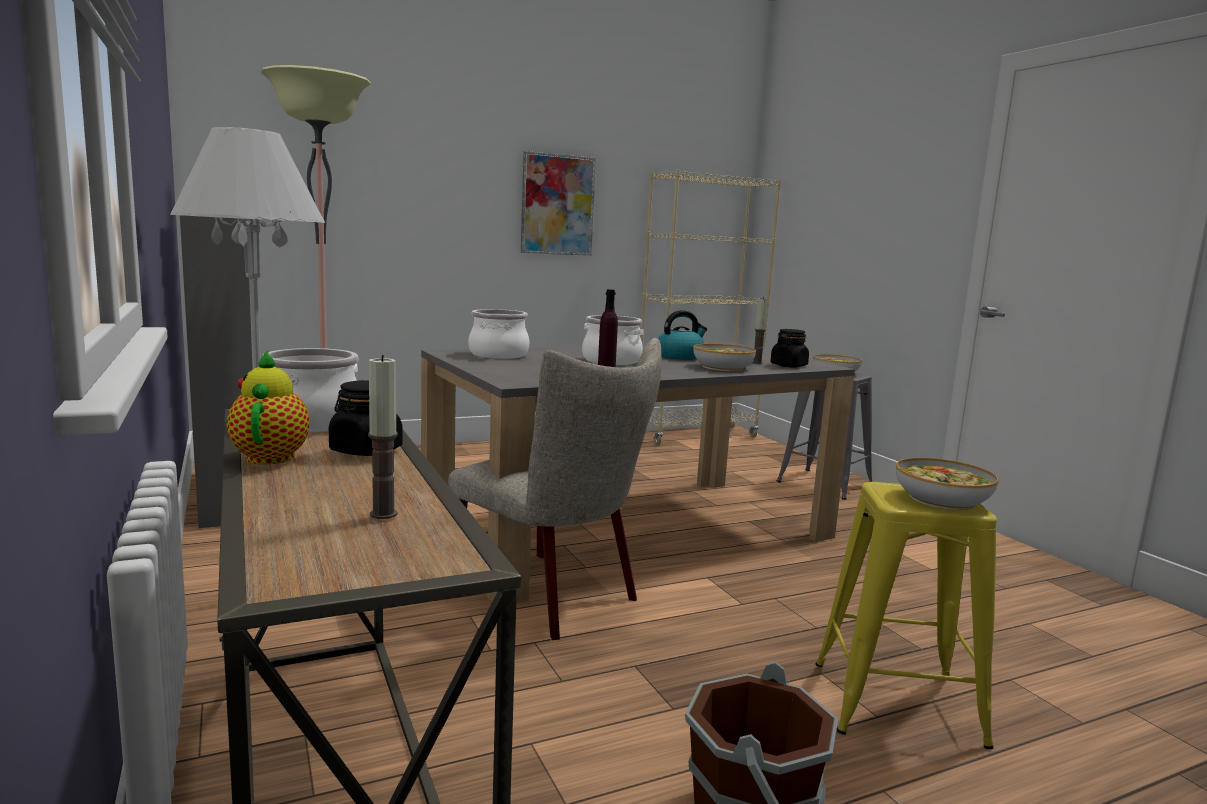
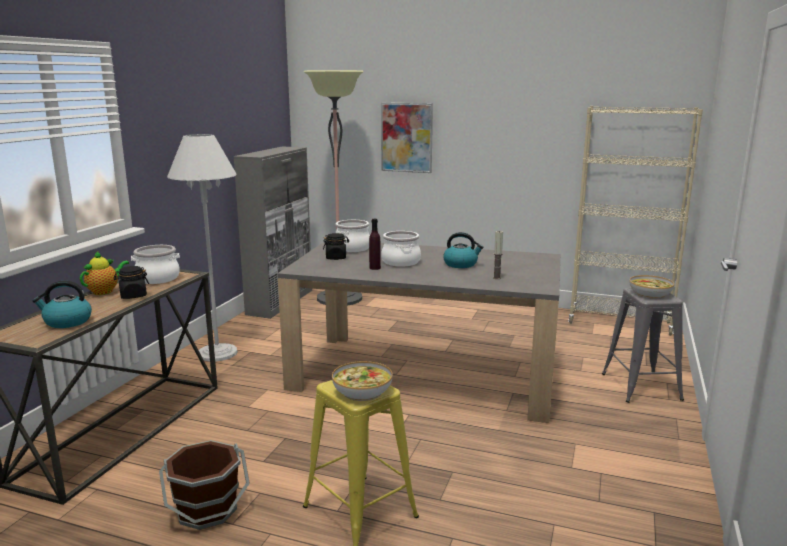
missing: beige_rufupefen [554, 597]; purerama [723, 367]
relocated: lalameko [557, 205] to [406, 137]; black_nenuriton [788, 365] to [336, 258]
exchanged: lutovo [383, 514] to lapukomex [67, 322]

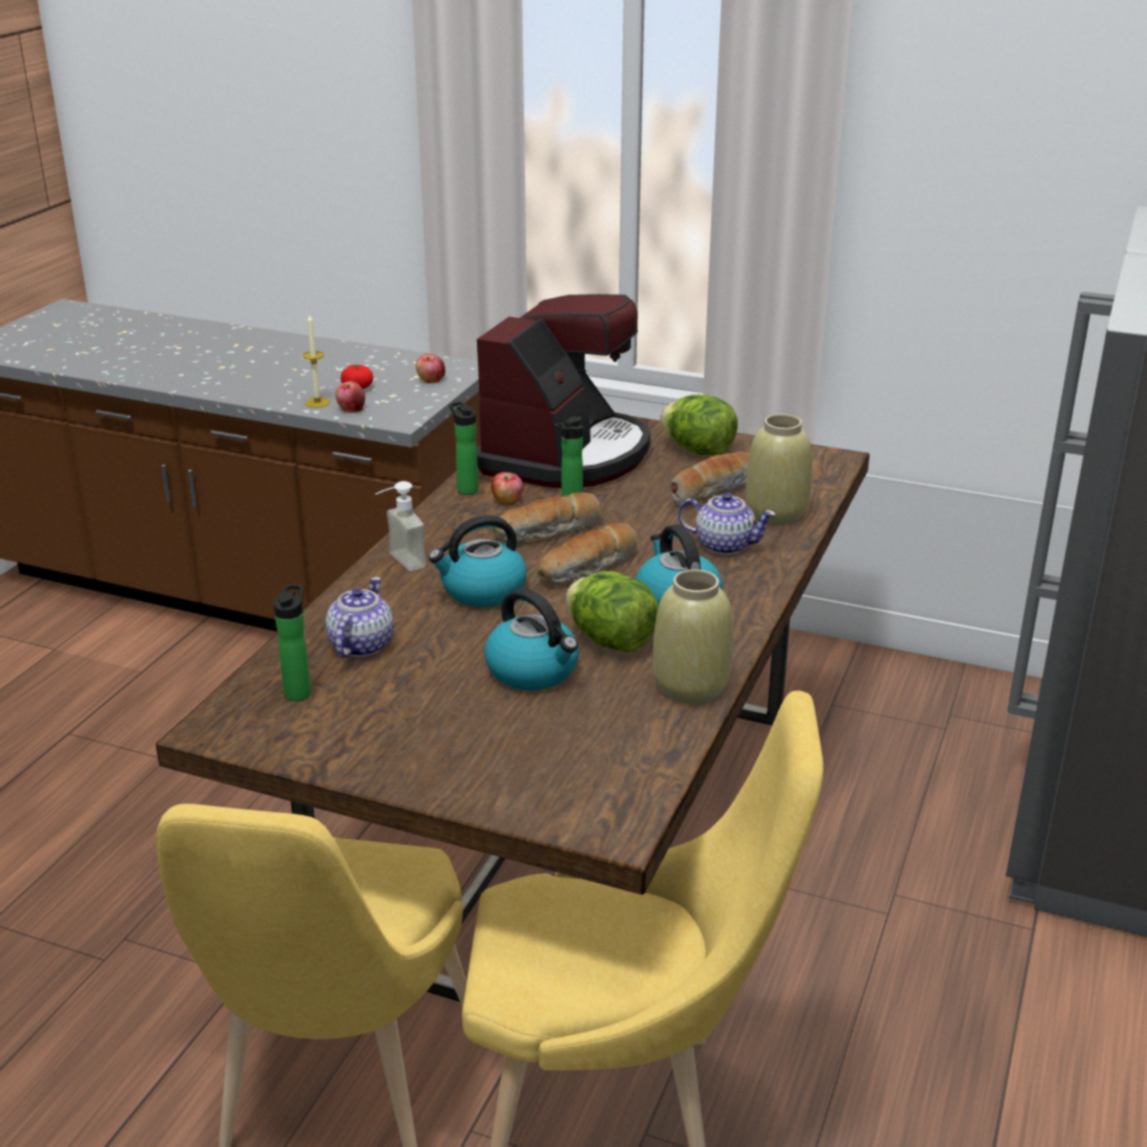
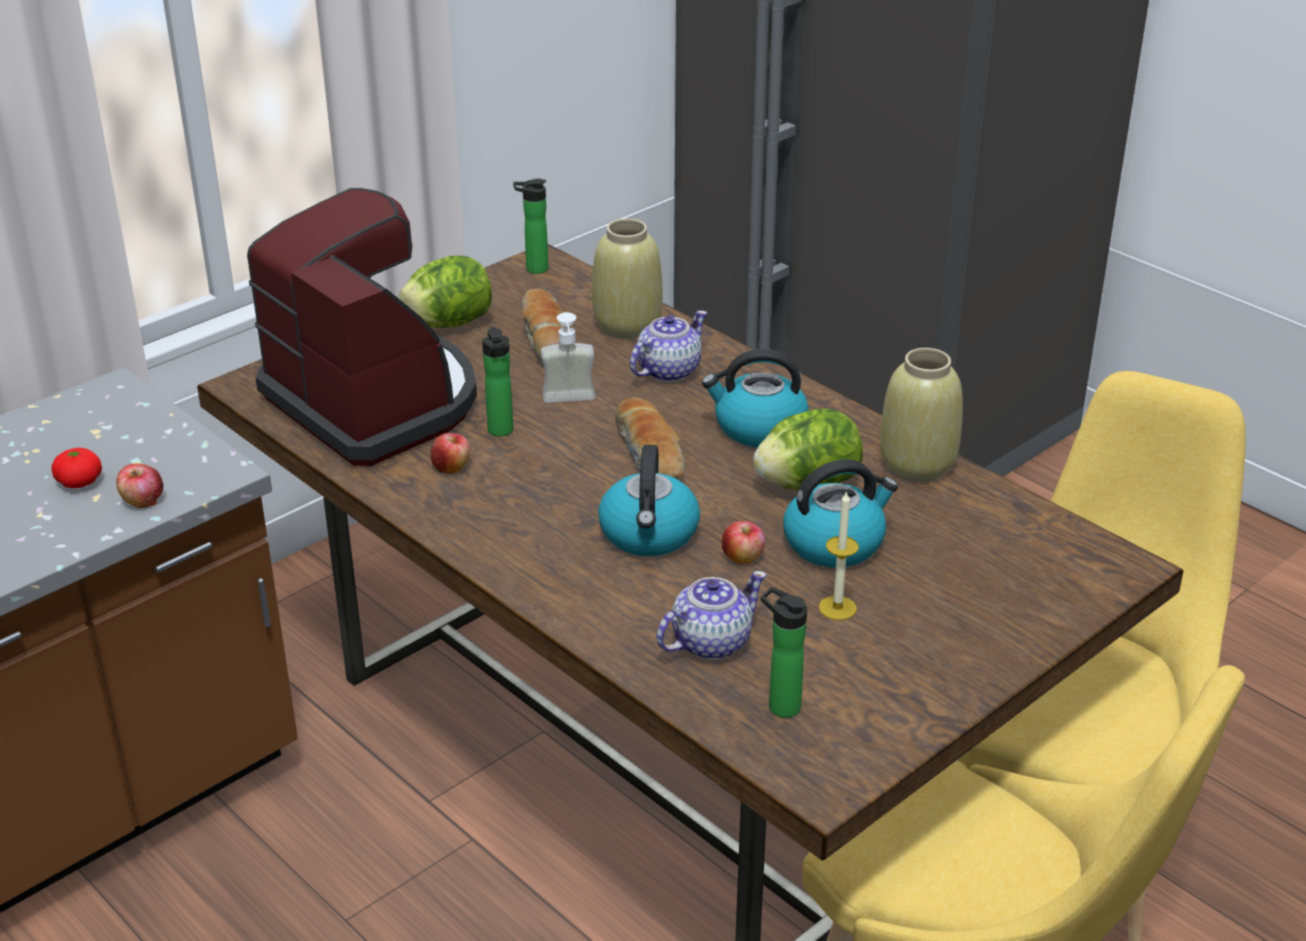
missing: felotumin [548, 532]
relocated: lutovo [317, 402] to [837, 608]; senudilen [398, 563] to [569, 402]; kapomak [431, 380] to [743, 557]; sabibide [465, 489] to [533, 269]
spun: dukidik [360, 645] = [709, 642] 105 degrees clockwise

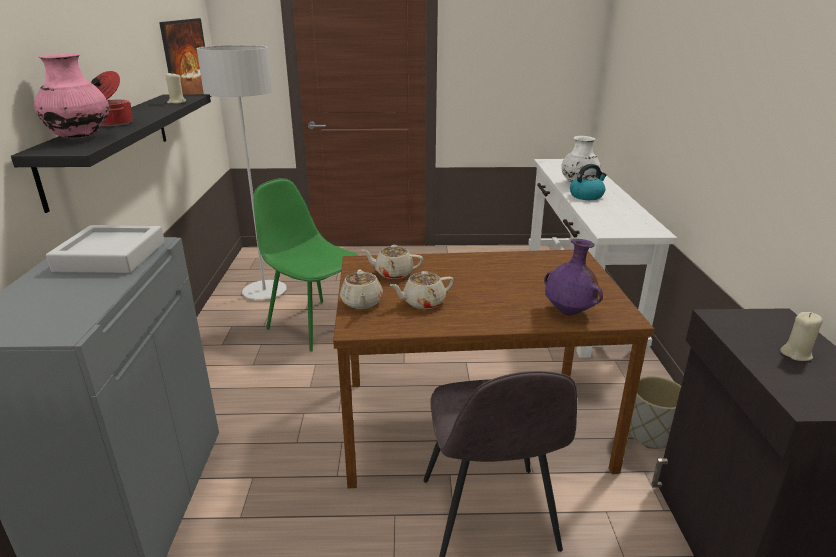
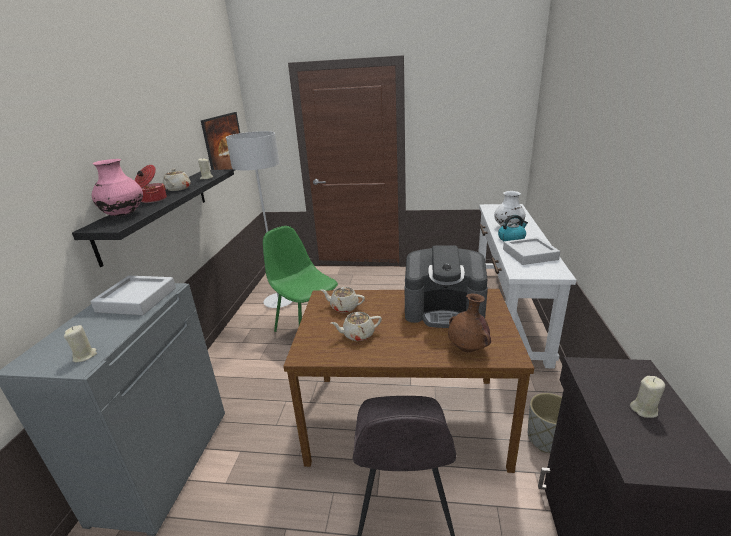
appeared: beige_lutovo [85, 356]; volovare [444, 310]; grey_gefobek [530, 254]
relocated: beige_dukidik [362, 303] to [178, 189]
colour: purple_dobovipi [569, 312] to brown_dobovipi [468, 349]

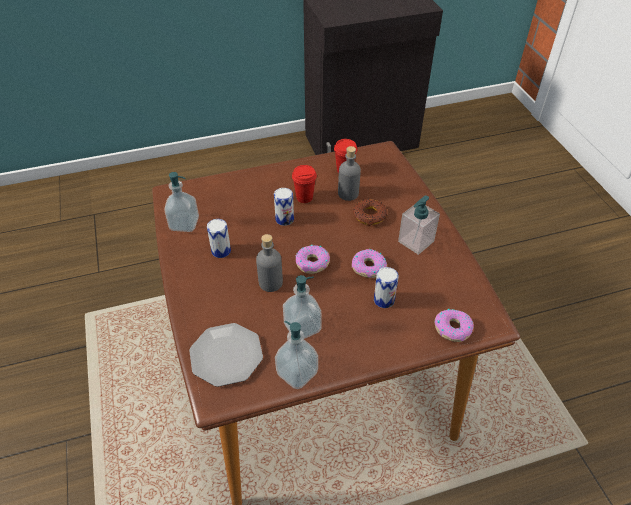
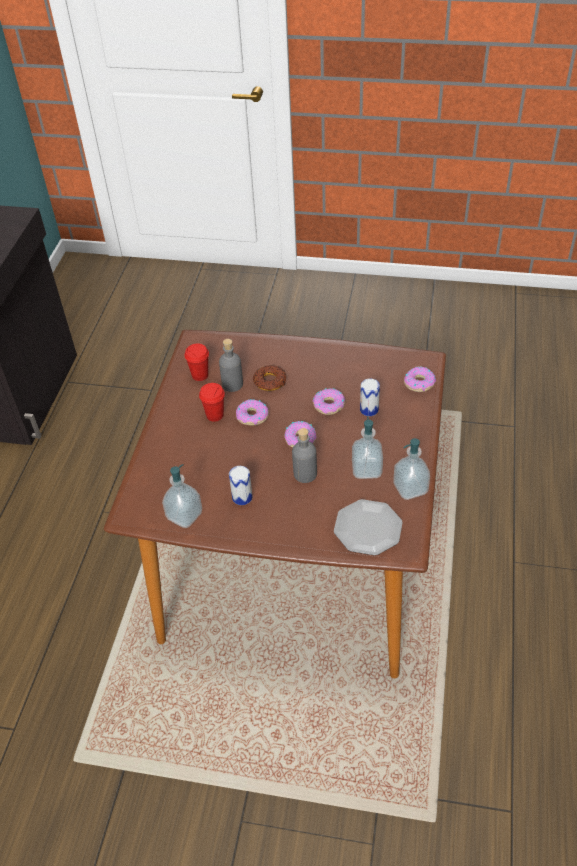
missing: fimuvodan [284, 219]; senudilen [415, 241]
appeared: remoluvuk [252, 416]

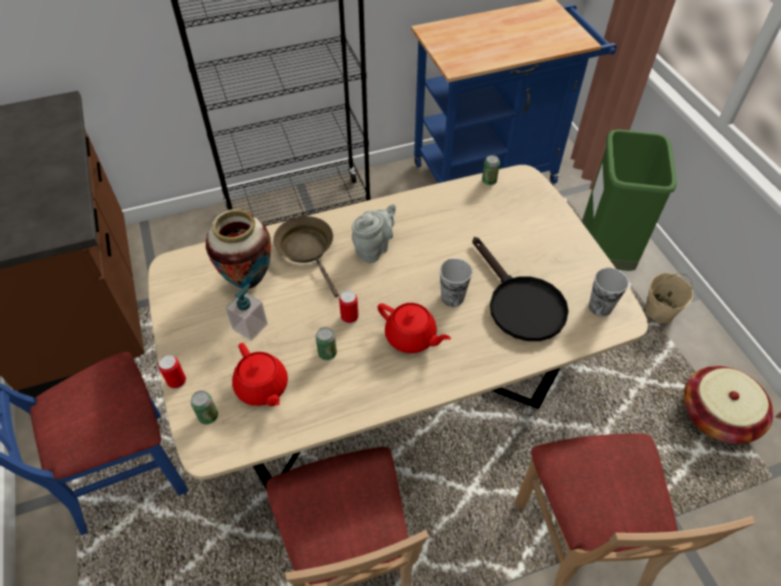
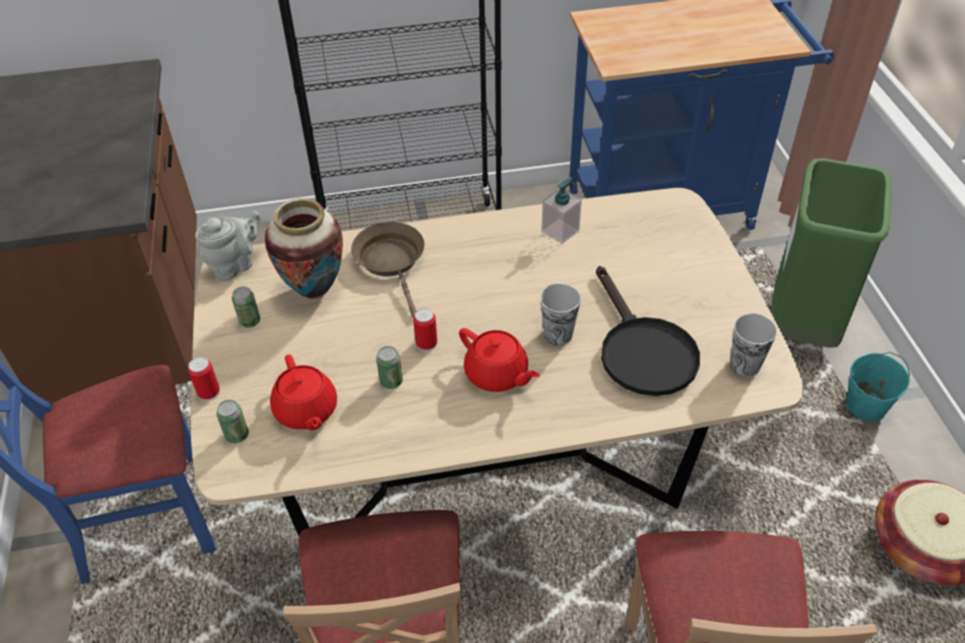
relocated: senudilen [250, 326] to [560, 231]; grey_dukidik [374, 248] to [235, 265]; fimuvodan [489, 181] to [250, 321]
colour: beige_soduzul [659, 311] to turquoise_soduzul [865, 406]

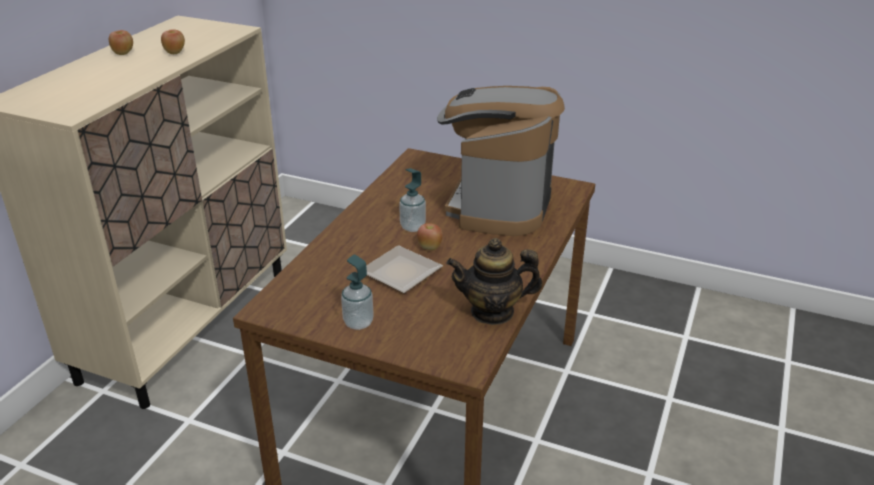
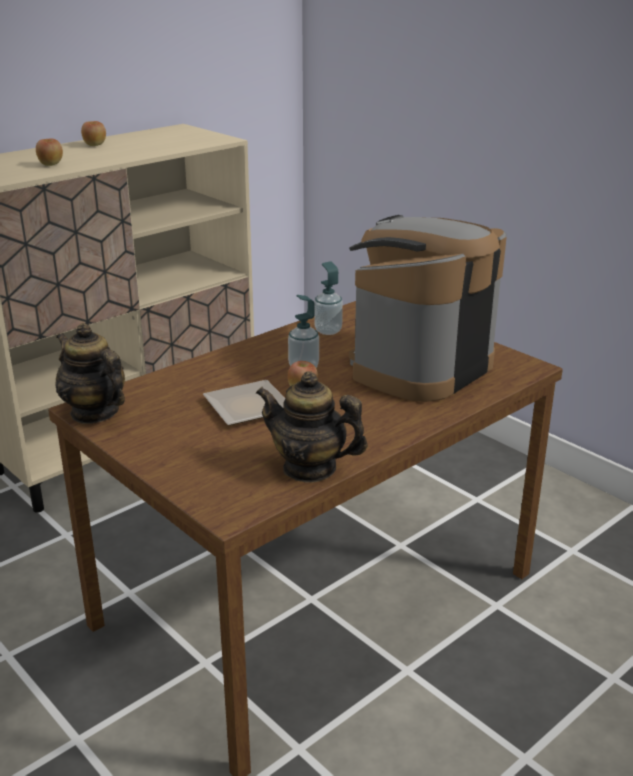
appeared: dukidik [94, 412]
relocated: kapomak [175, 52] to [51, 164]; senudilen [358, 323] to [328, 331]

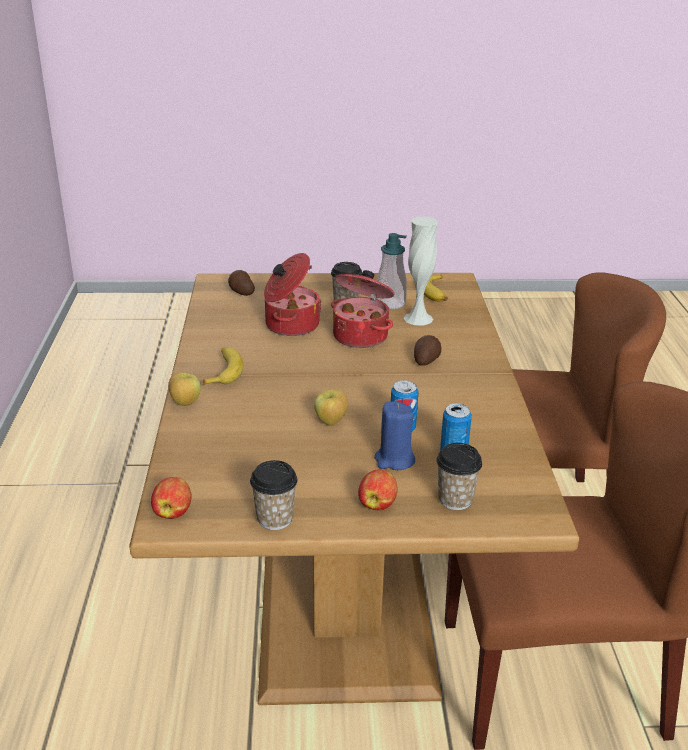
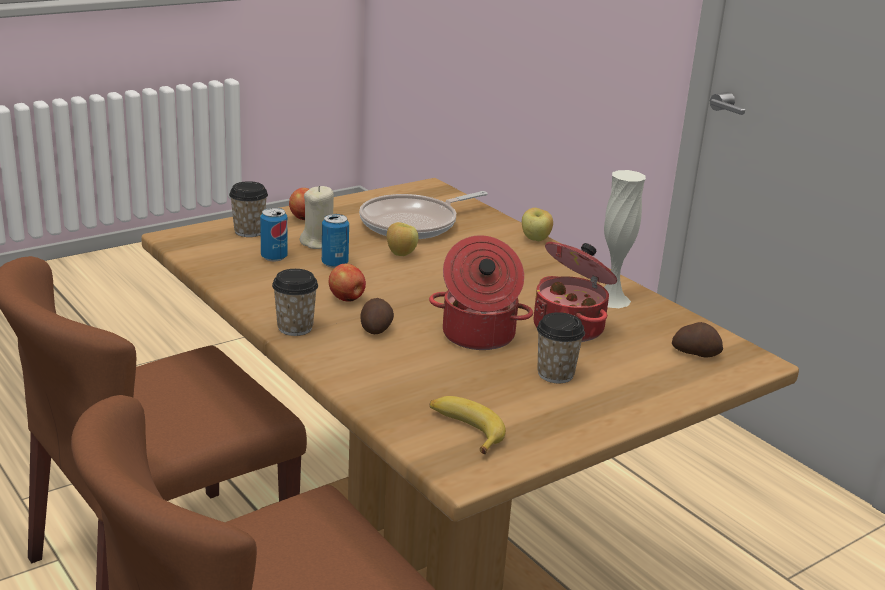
missing: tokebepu [223, 371]; senudilen [390, 303]
appeared: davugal [413, 224]
relocated: kapomak [173, 512] to [347, 299]; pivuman [275, 518] to [295, 328]; white_dobovipi [418, 318] to [611, 299]
colour: blue_lutovo [394, 460] to beige_lutovo [319, 242]

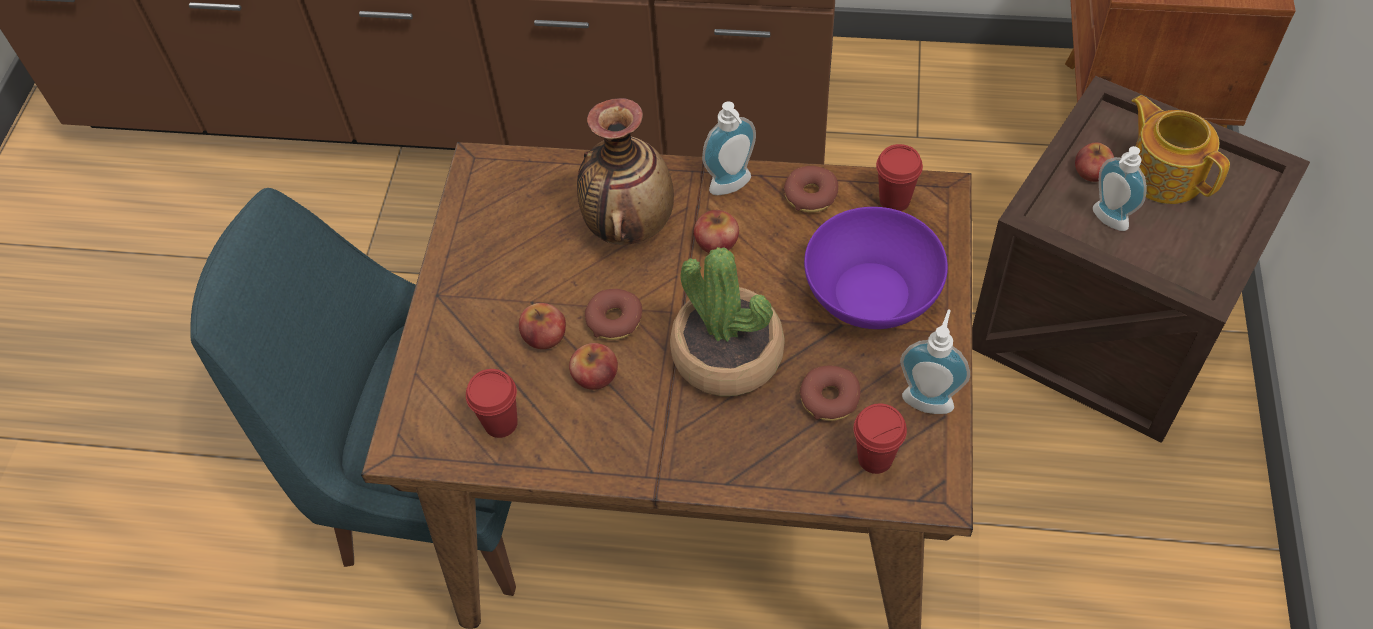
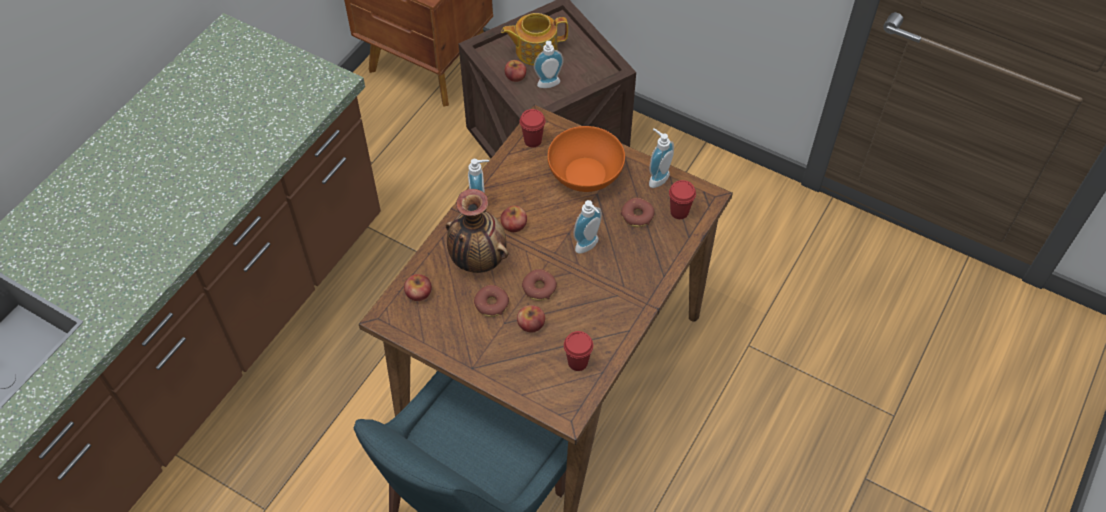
relocated: kapomak [595, 375] to [418, 293]; remoluvuk [810, 195] to [491, 304]
exchanged: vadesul [728, 354] to senudilen [589, 247]
colour: purple_purerama [871, 294] to orange_purerama [585, 174]

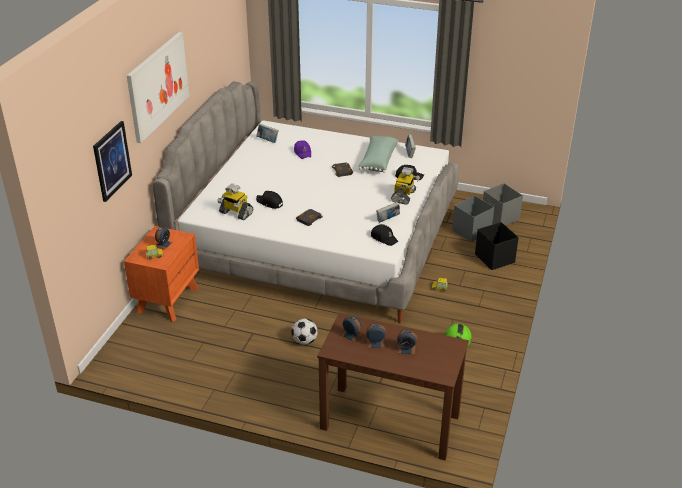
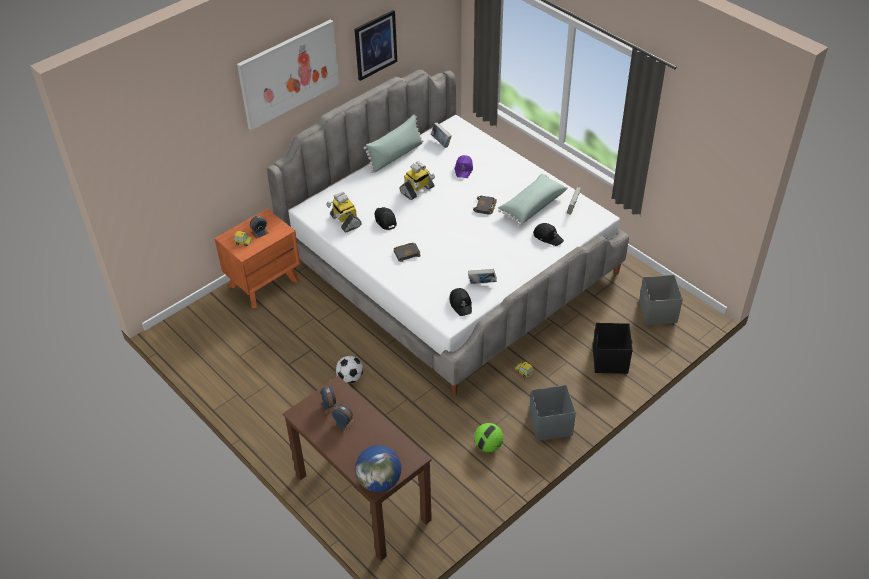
missing: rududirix [406, 349]
appeared: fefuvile [379, 481]; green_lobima [396, 156]
relocated: lalameko [112, 161] to [375, 45]; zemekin [404, 196] to [417, 190]; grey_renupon [471, 231] to [549, 424]

